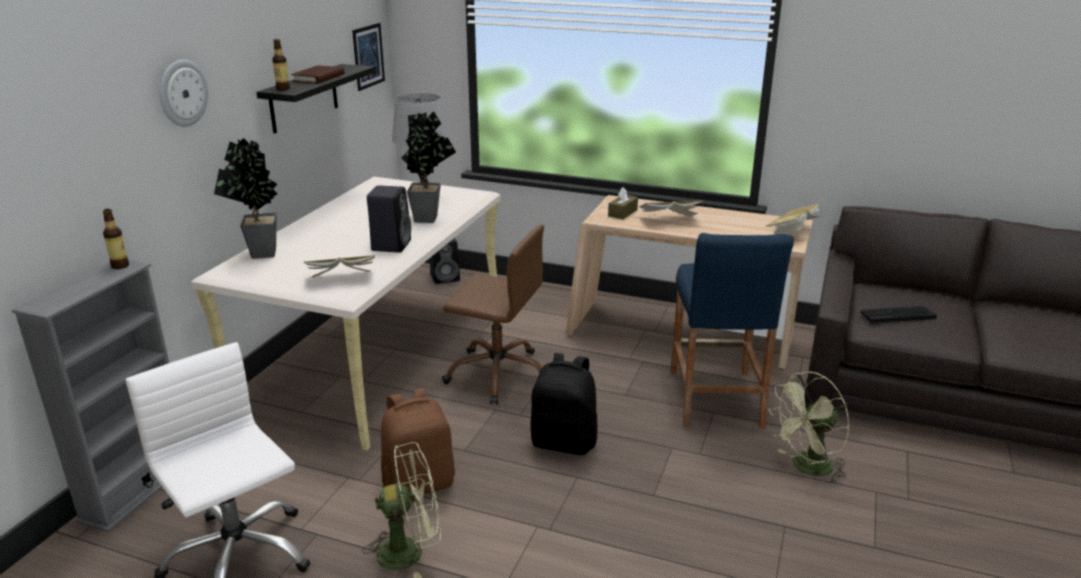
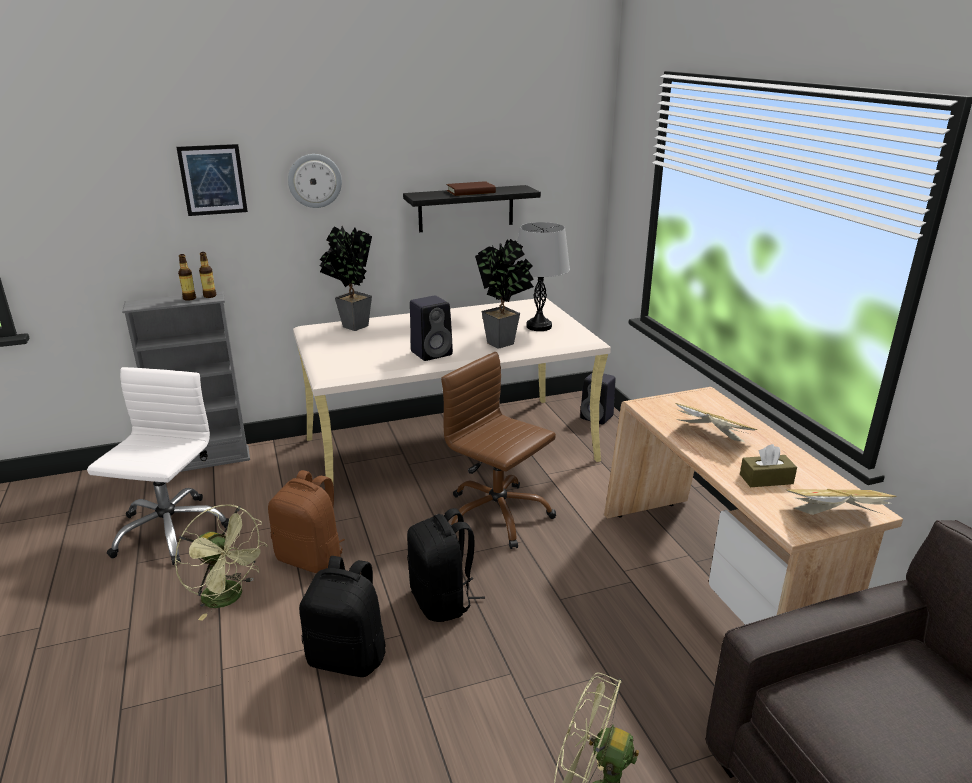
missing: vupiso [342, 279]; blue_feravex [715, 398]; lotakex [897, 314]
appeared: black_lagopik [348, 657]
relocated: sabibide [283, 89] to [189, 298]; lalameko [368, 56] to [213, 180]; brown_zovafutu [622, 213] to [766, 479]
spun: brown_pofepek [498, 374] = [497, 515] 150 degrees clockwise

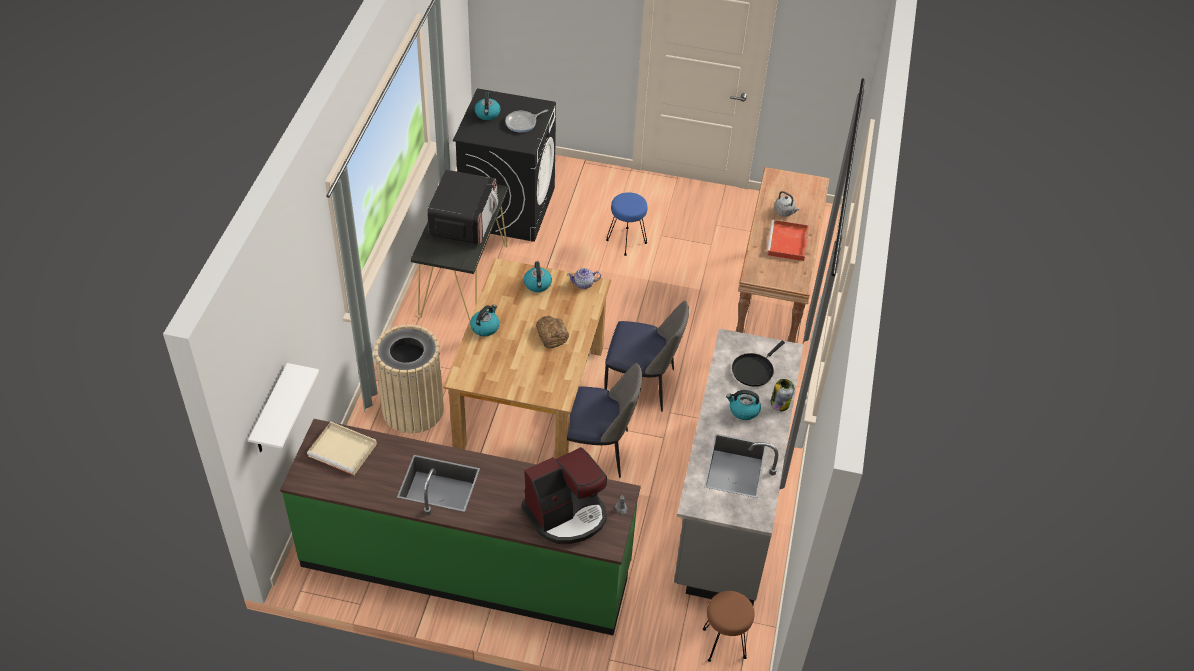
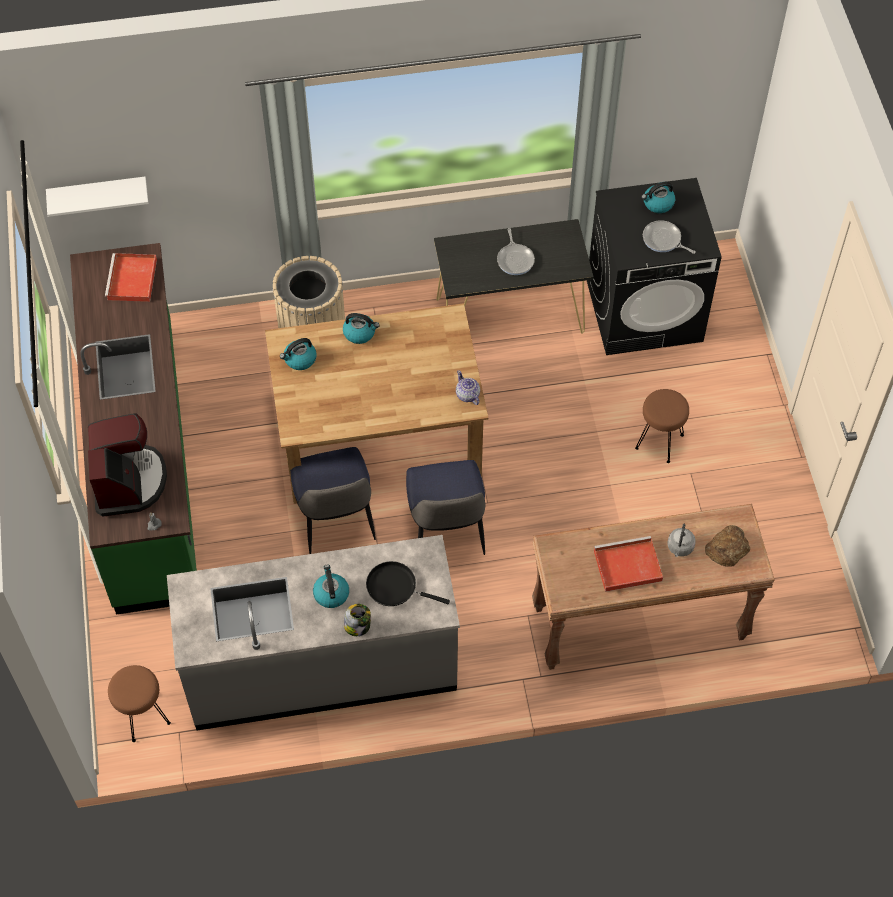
relocated: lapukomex [538, 284] to [299, 359]; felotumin [552, 334] to [727, 548]
exchanged: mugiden [464, 221] to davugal [515, 259]
colour: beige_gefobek [344, 450] to red_gefobek [132, 280]; blue_feravex [627, 241] to brown_feravex [660, 442]
spun: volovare [566, 514] = [128, 481] 135 degrees counterclockwise

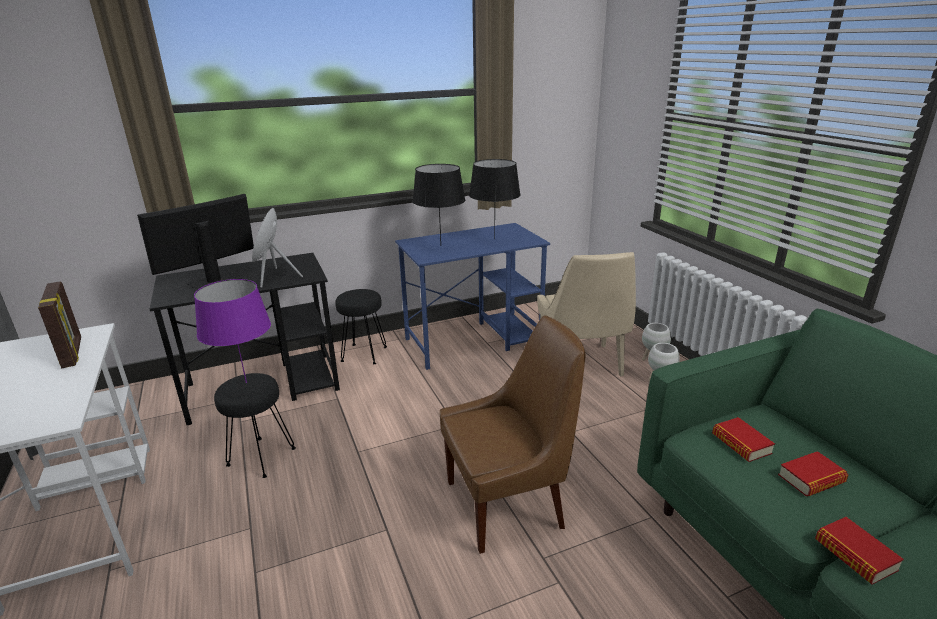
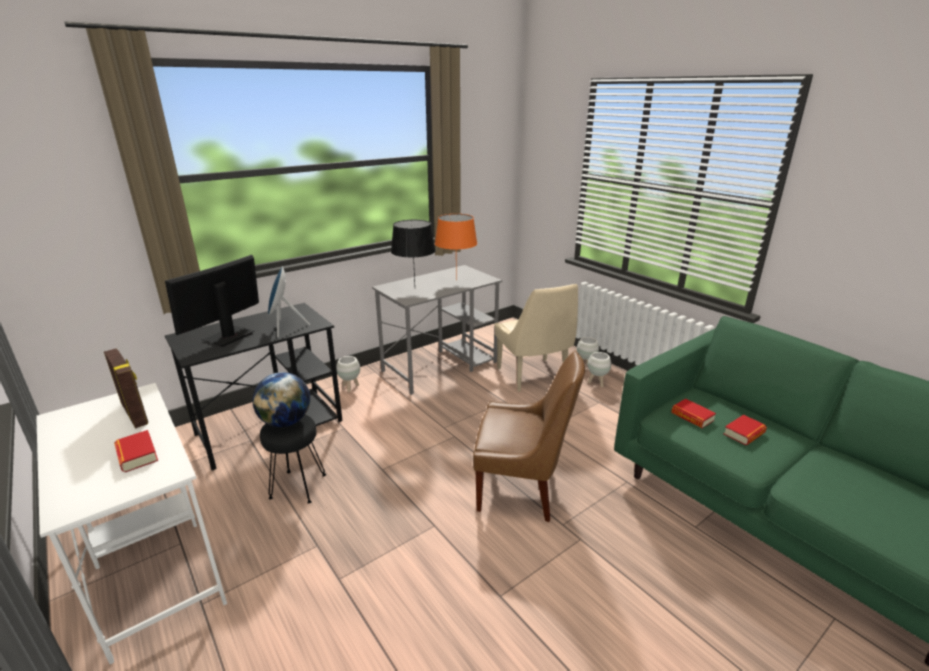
relocated: vupiso [855, 555] to [137, 455]
exchanged: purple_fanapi [246, 382] to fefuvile [286, 422]; black_feravex [364, 354] to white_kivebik [350, 387]
colour: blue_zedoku [474, 340] to grey_zedoku [440, 366]; black_fanapi [494, 239] to orange_fanapi [456, 280]
spun: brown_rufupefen [508, 503] = [521, 489] 45 degrees clockwise

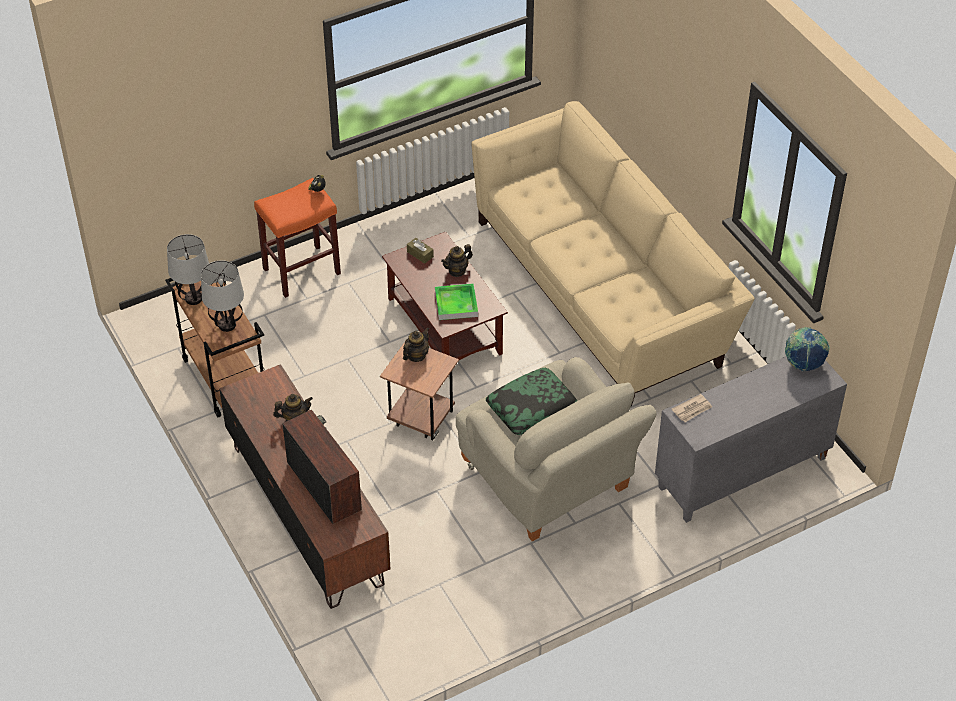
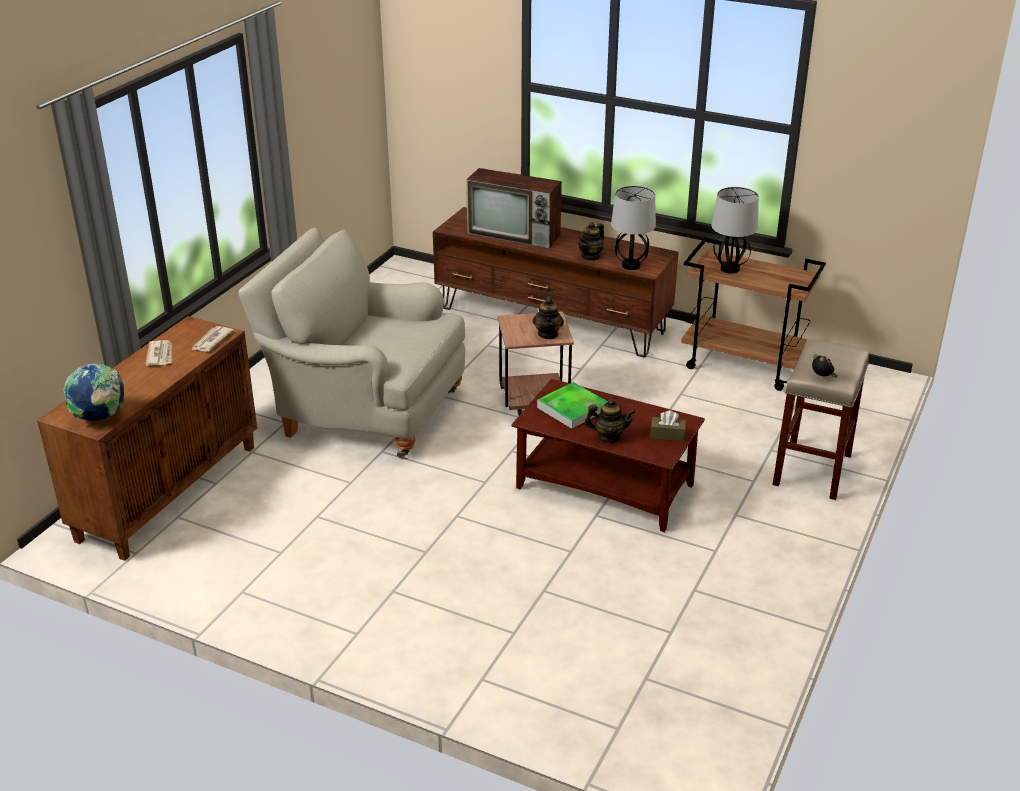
missing: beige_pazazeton [603, 289]; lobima [531, 408]
appeared: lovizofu [160, 355]
relocated: fanapi [194, 298] to [630, 266]
colour: orange_feravex [301, 272] to beige_feravex [812, 469]; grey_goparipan [741, 474] to brown_goparipan [168, 491]
spun: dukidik [457, 270] = [609, 437] 75 degrees clockwise

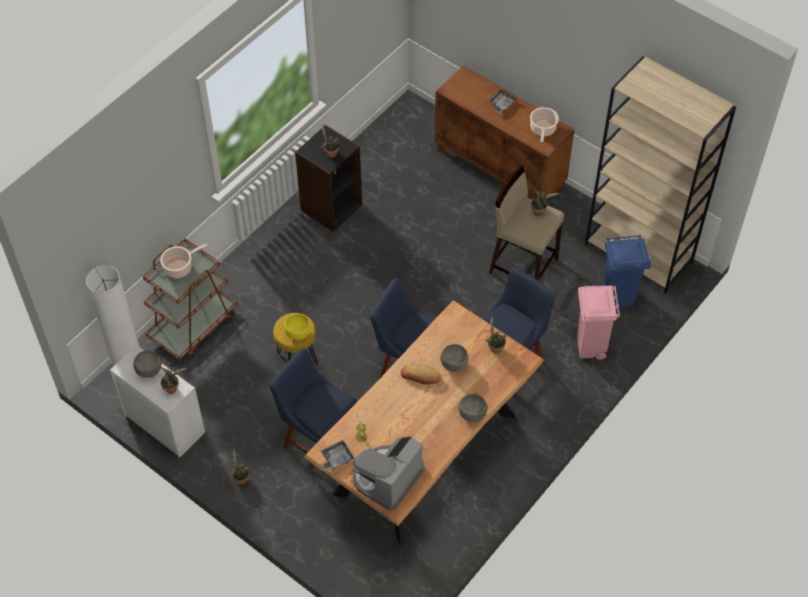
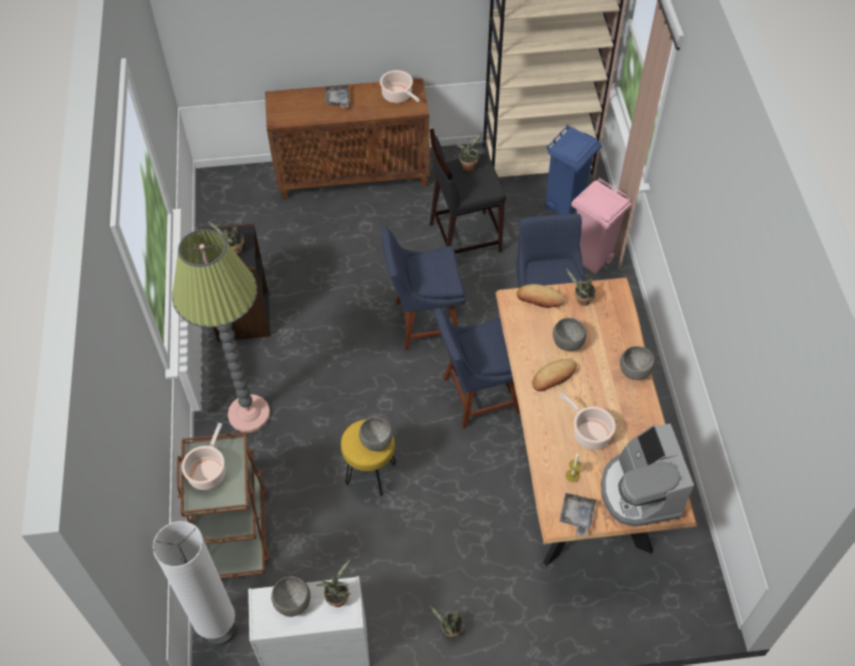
appeared: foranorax [249, 414]; felotumin [540, 298]; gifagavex [589, 433]
relocated: blue_rufupefen [317, 439] to [423, 322]
colour: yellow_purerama [298, 333] to grey_purerama [377, 441]; beige_feravex [523, 265] to black_feravex [464, 237]

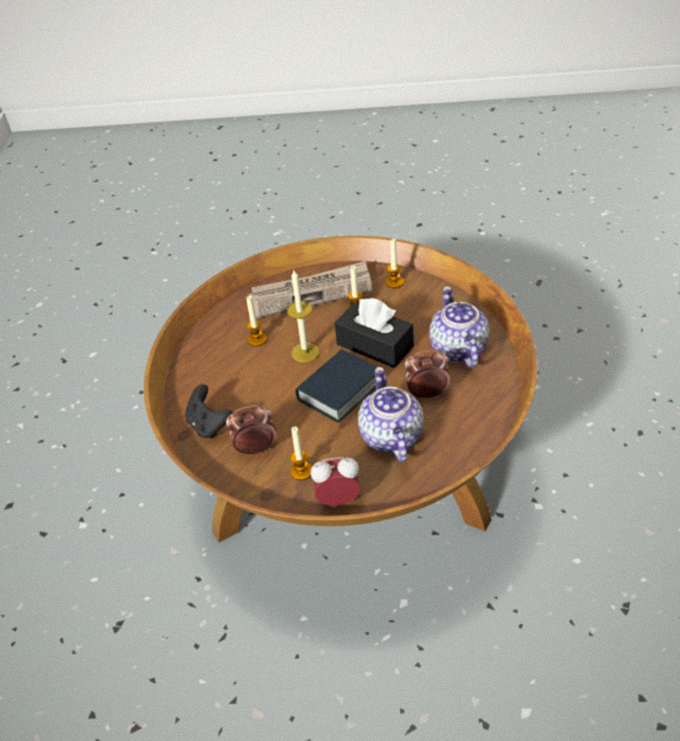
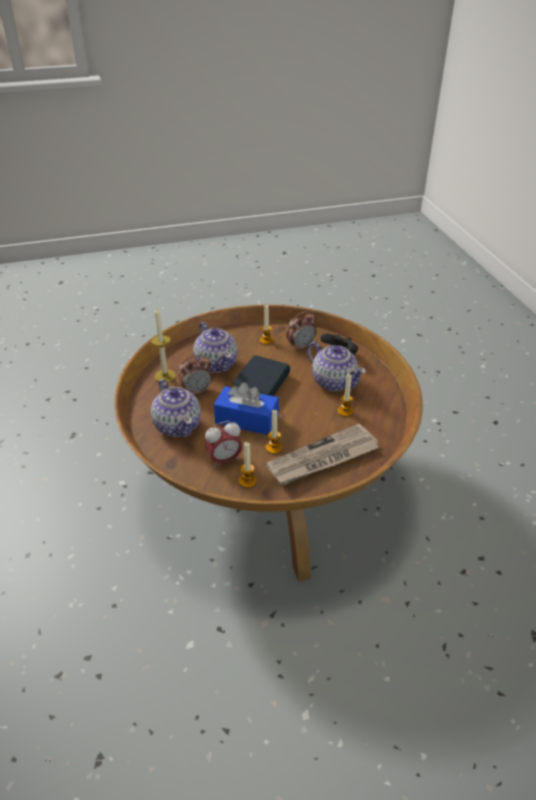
appeared: dukidik [333, 381]
relocated: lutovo [305, 352] to [165, 376]; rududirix [338, 500] to [224, 460]
colour: black_zovafutu [375, 345] to blue_zovafutu [246, 420]

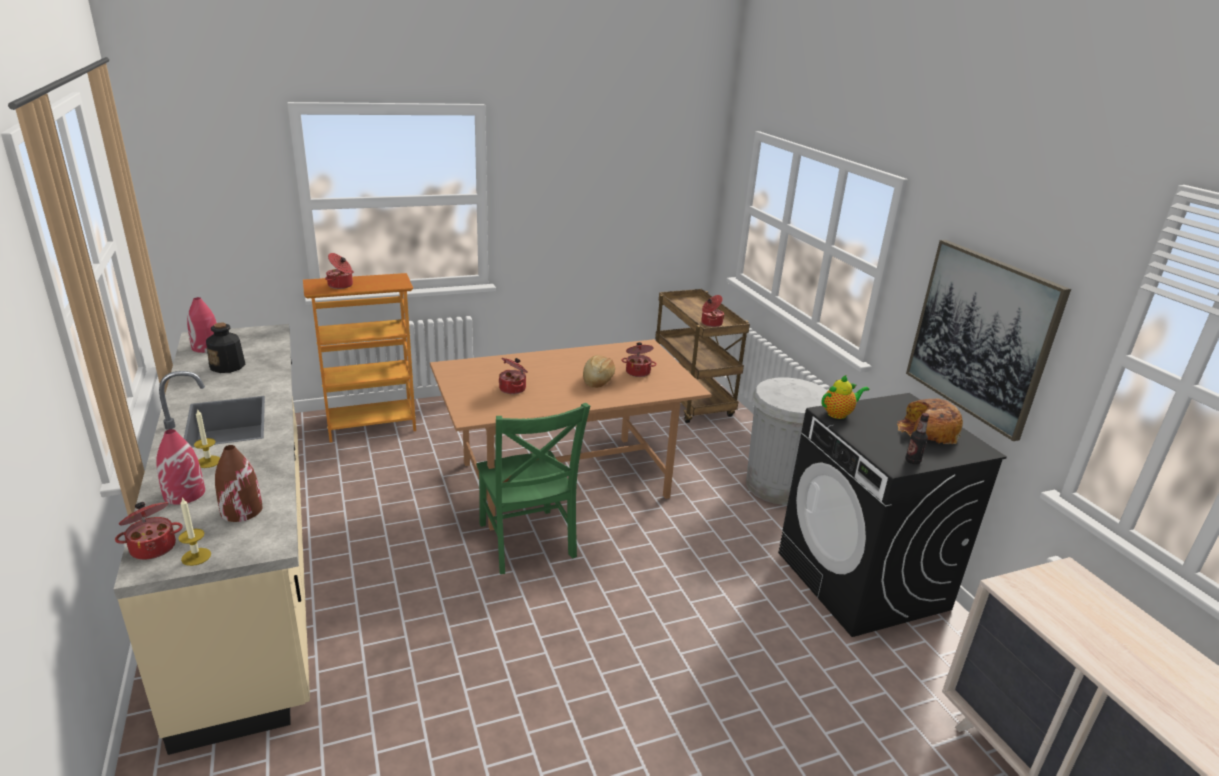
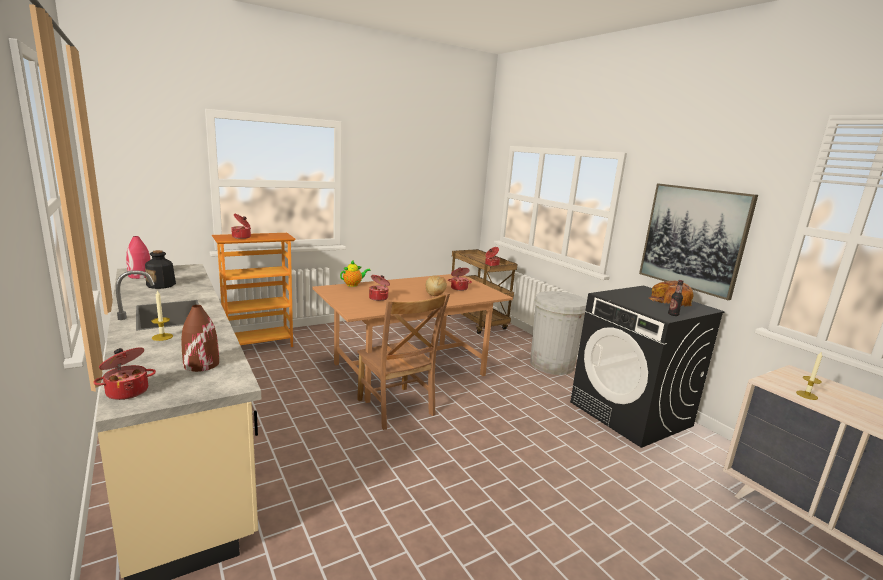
missing: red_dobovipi [184, 493]
relocated: lutovo [196, 556] to [806, 395]; dukidik [839, 414] to [353, 285]
colour: green_rufupefen [527, 543] to brown_rufupefen [396, 409]

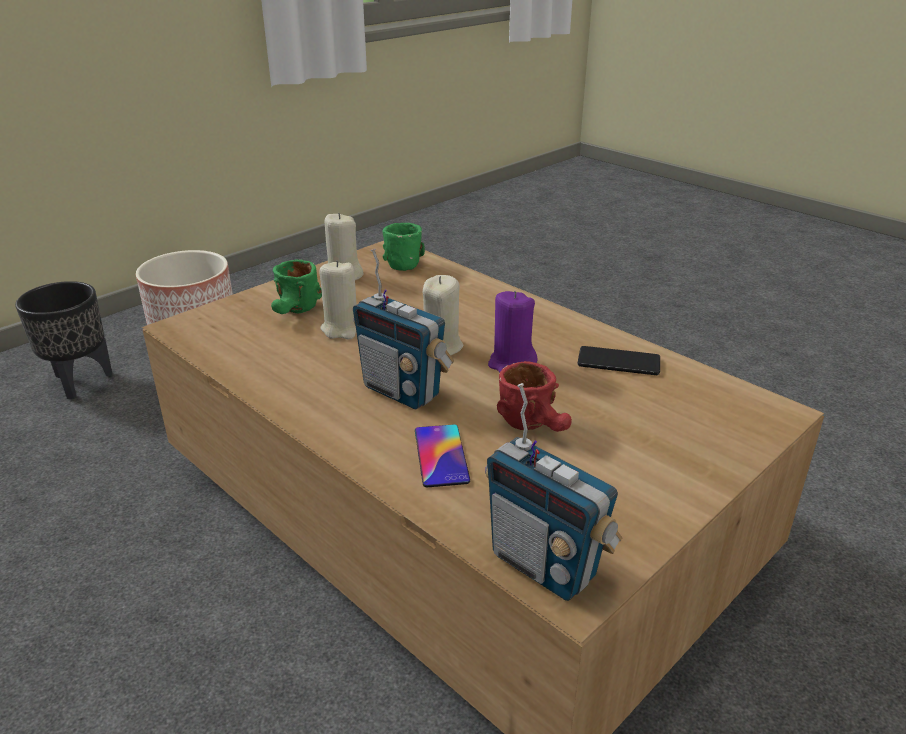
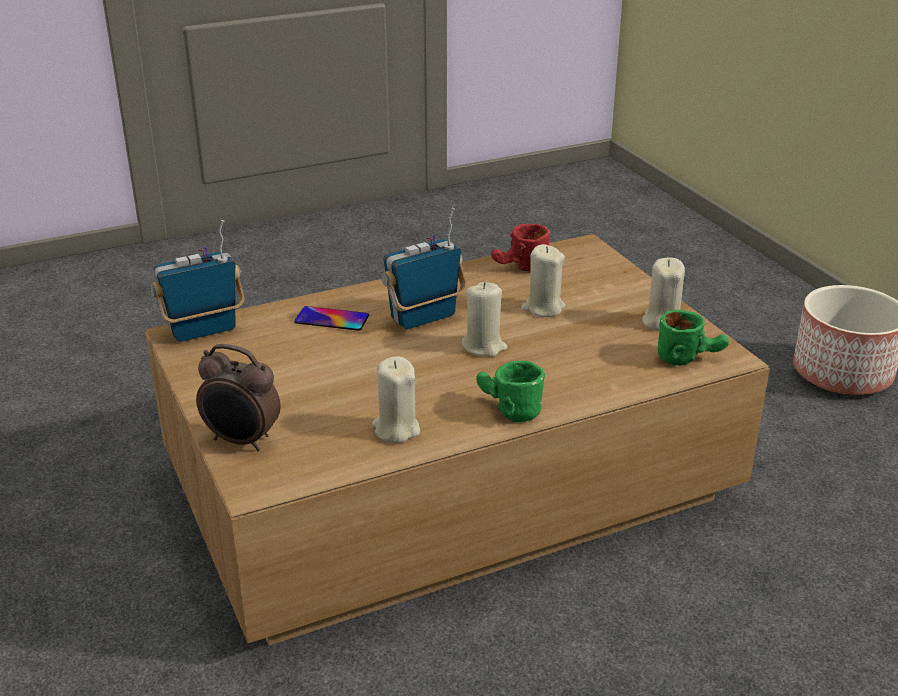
missing: black_kivebik [79, 381]; purple_lutovo [511, 363]
appeared: rududirix [242, 441]
relocated: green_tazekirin [296, 312] to [506, 409]; red_tazekirin [537, 426] to [520, 268]
exchanged: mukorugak [618, 362] to beige_lutovo [396, 429]

